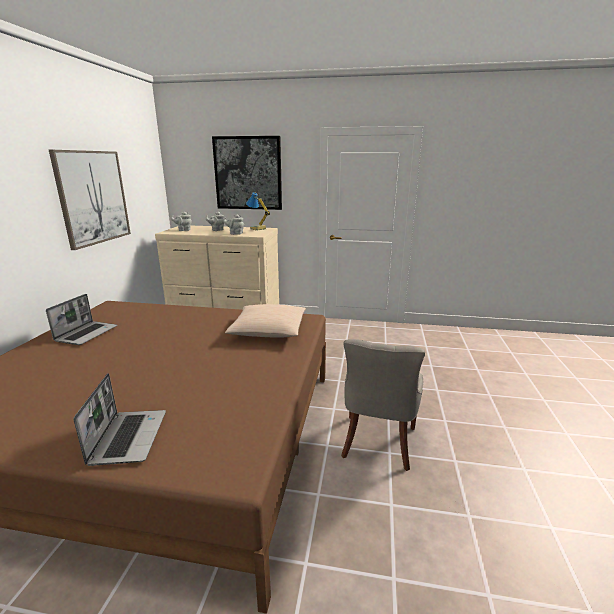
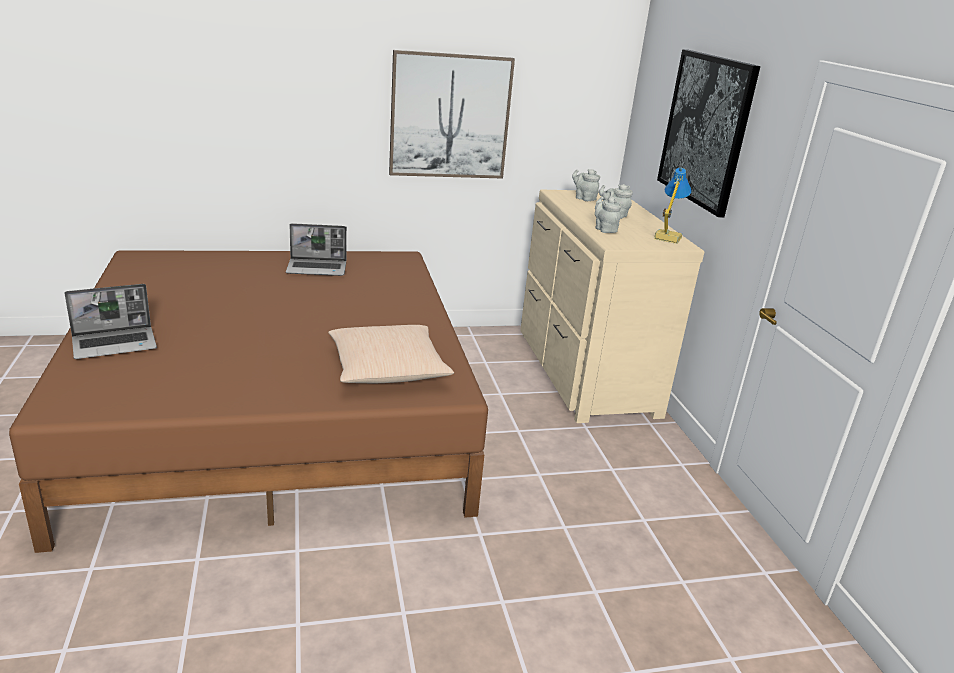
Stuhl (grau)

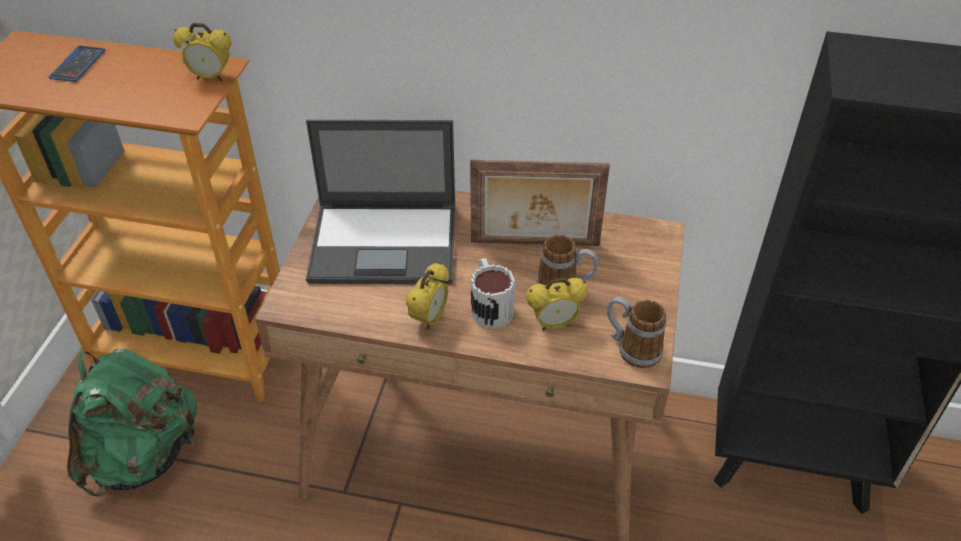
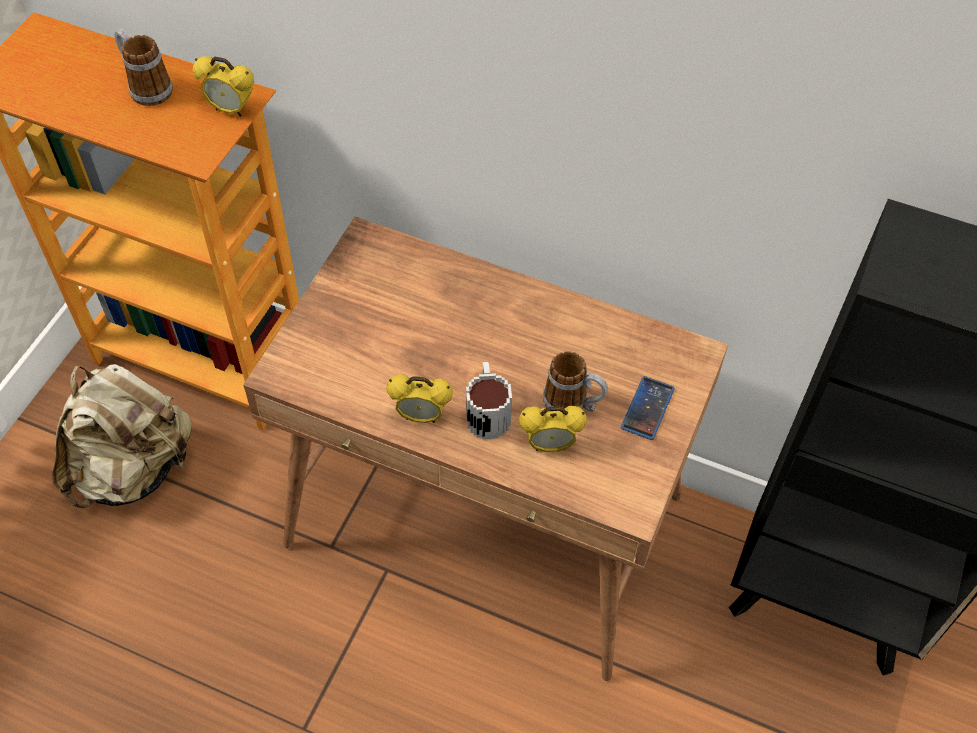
Handy
Laptop
Bilderrahmen
Wecker (no. 2 from left)
Henkelbecher (no. 1 from left)
Rucksack (beige)

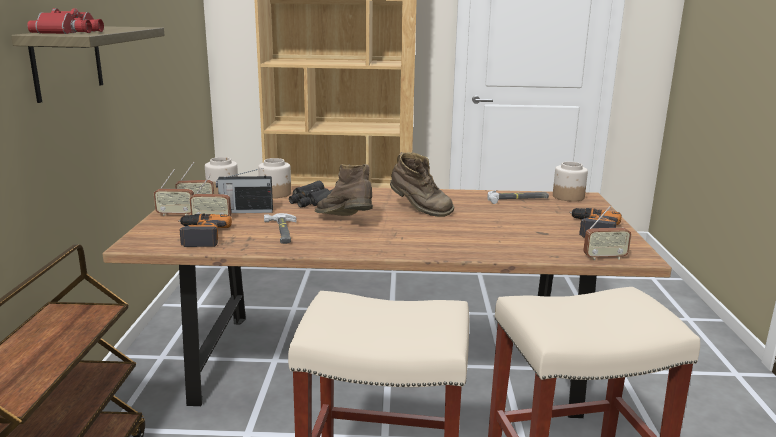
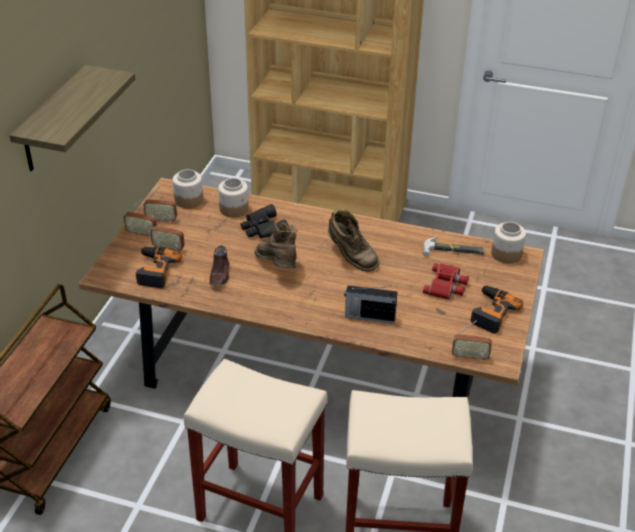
Fernglas (rot)
Radio (no. 4 from left)
Schuh (braun)

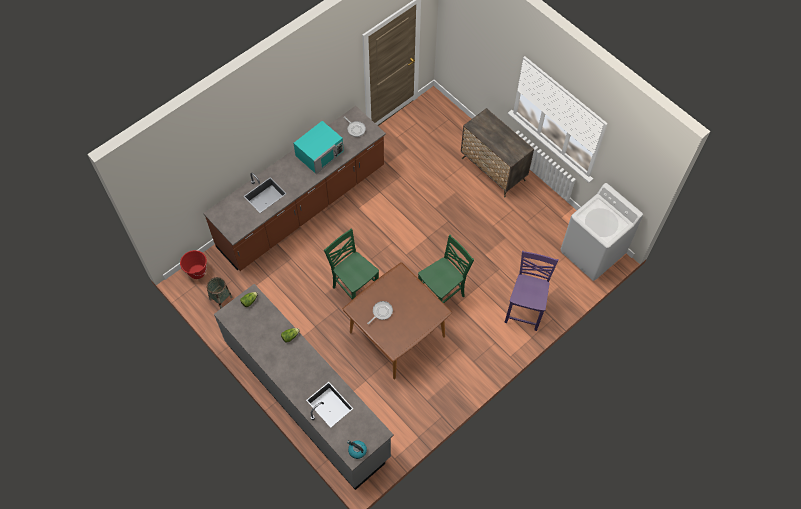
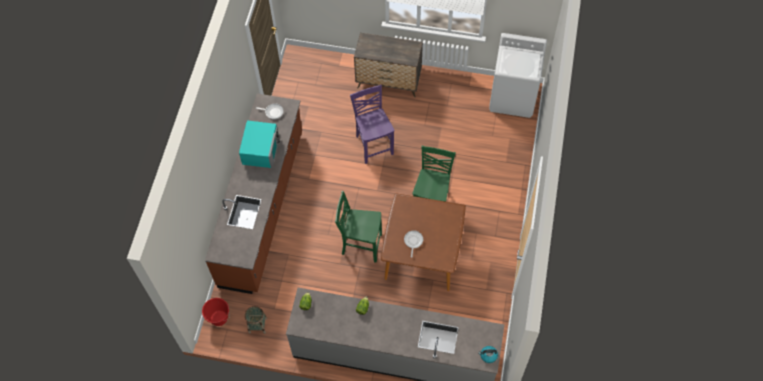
Stuhl (lila)

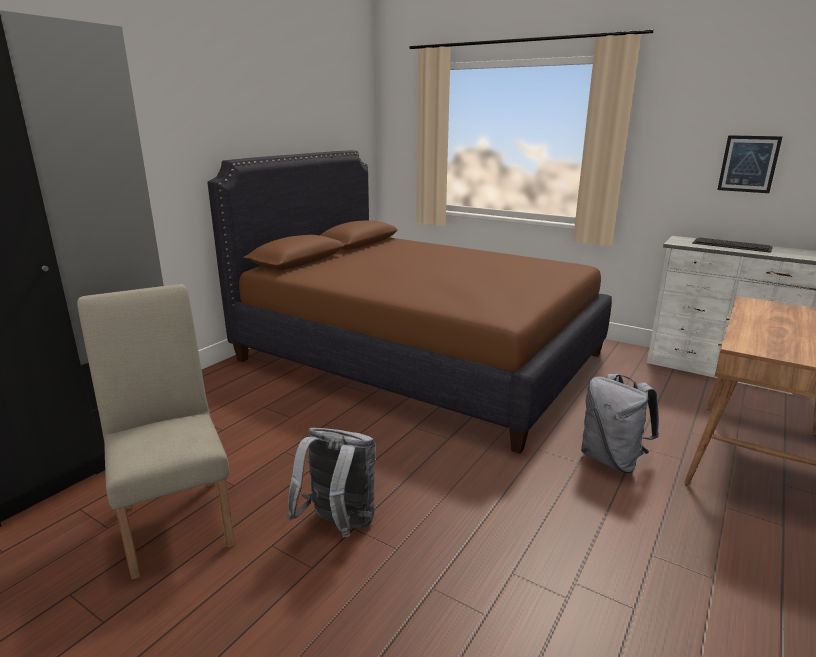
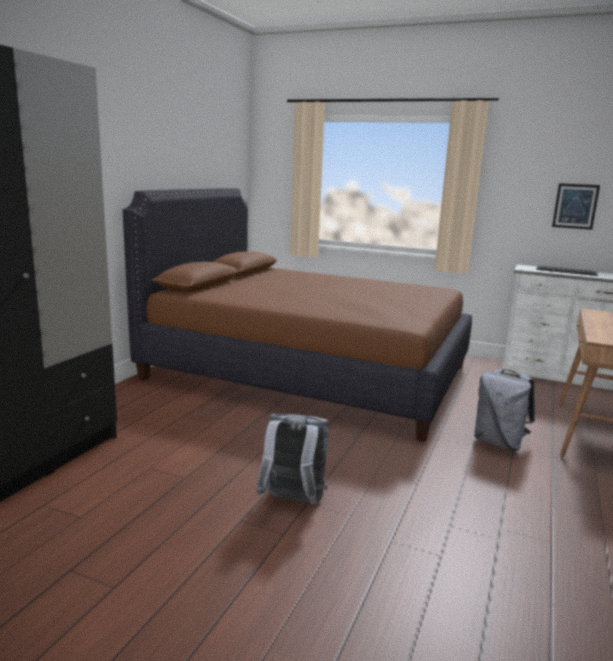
Stuhl (beige)

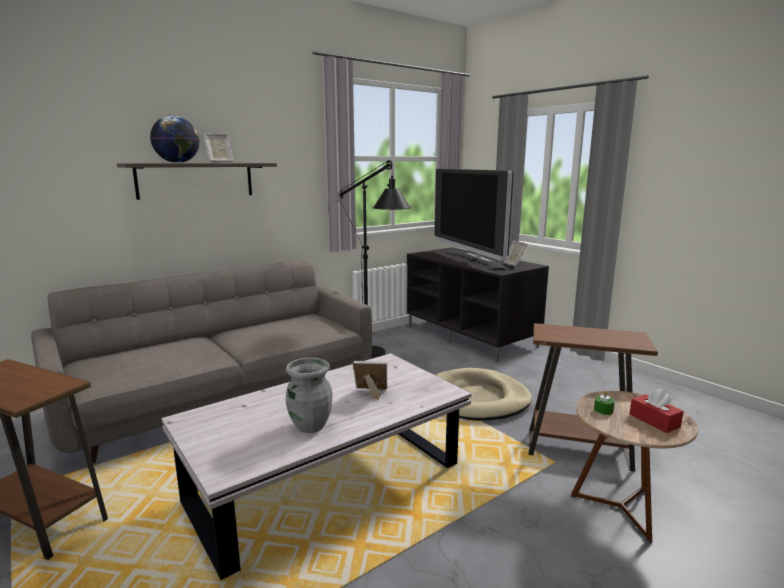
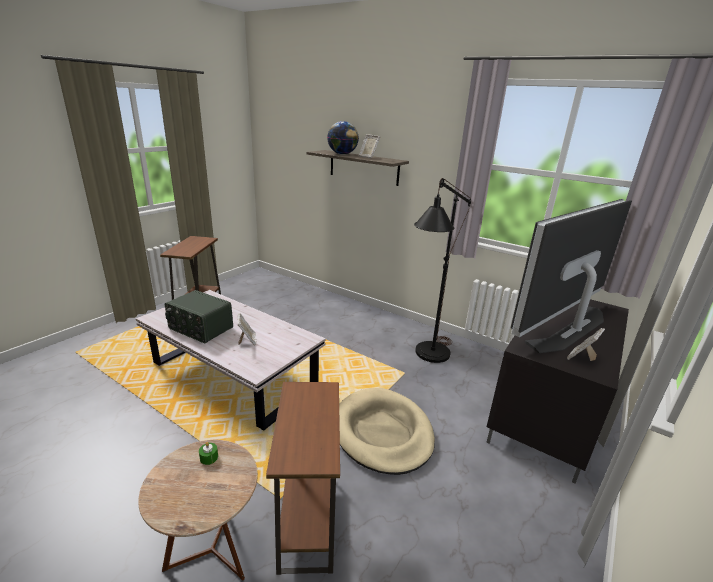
Sofa (grau)
Radio
Taschentuchbox (rot)

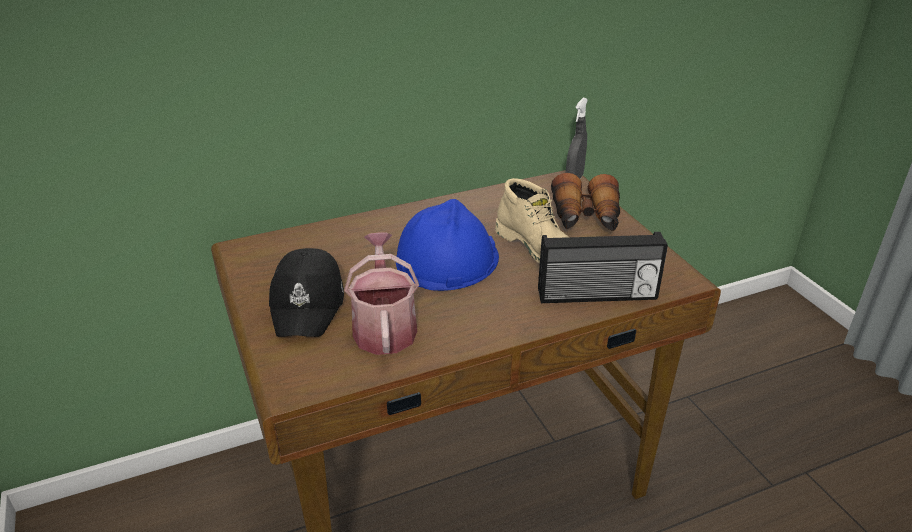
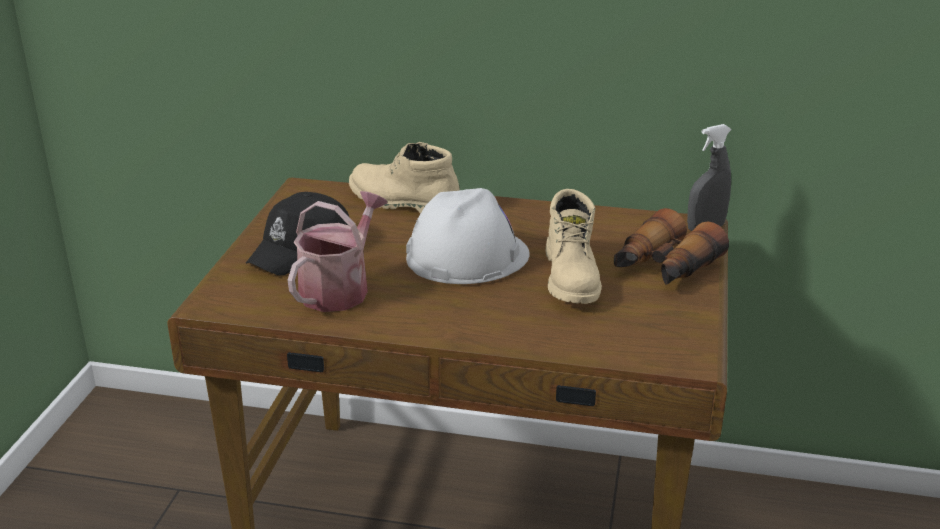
Schutzhelm (weiß)
Radio
Stiefel (beige) (no. 1 from left)

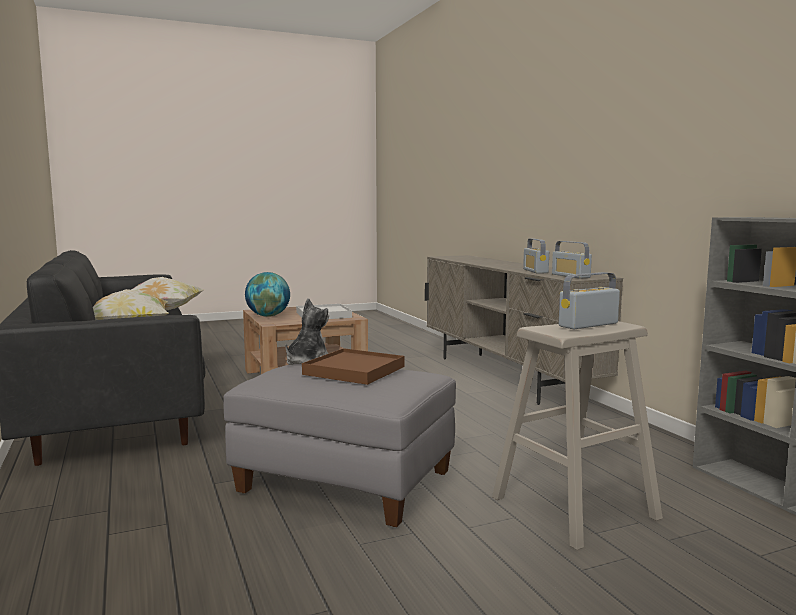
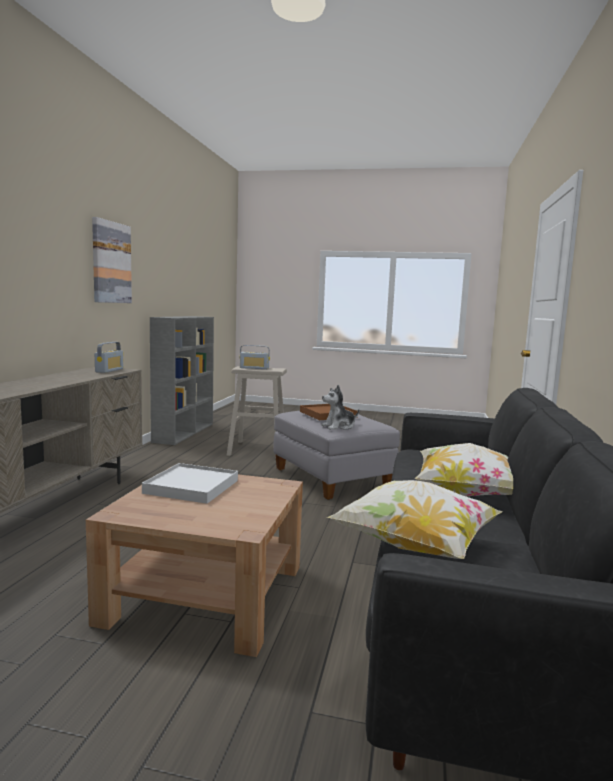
Radio (no. 1 from left in the first image)
Globus
Bild

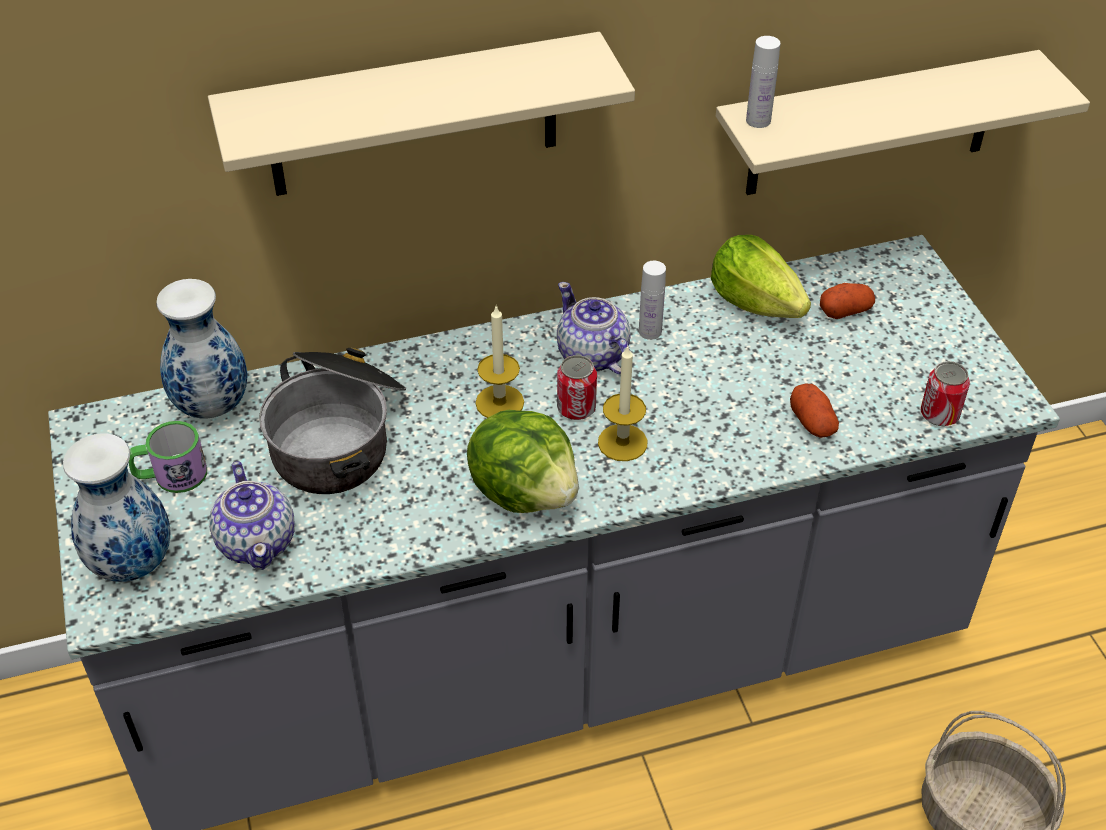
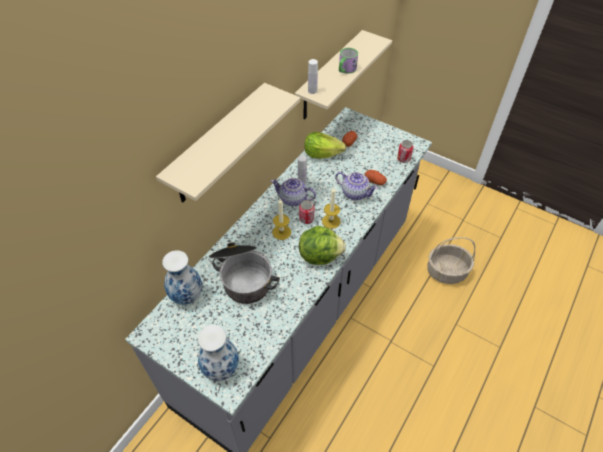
Henkelbecher
Teekanne (no. 2 from left)

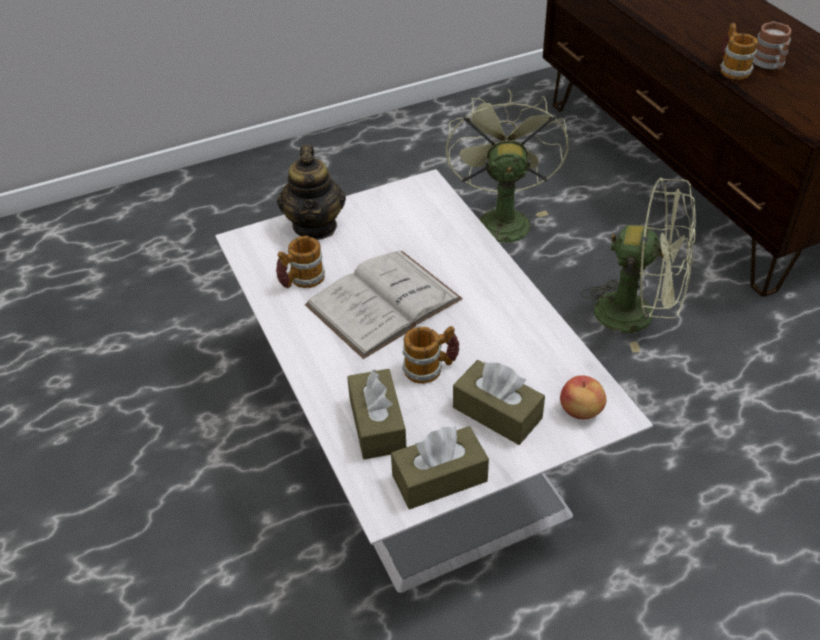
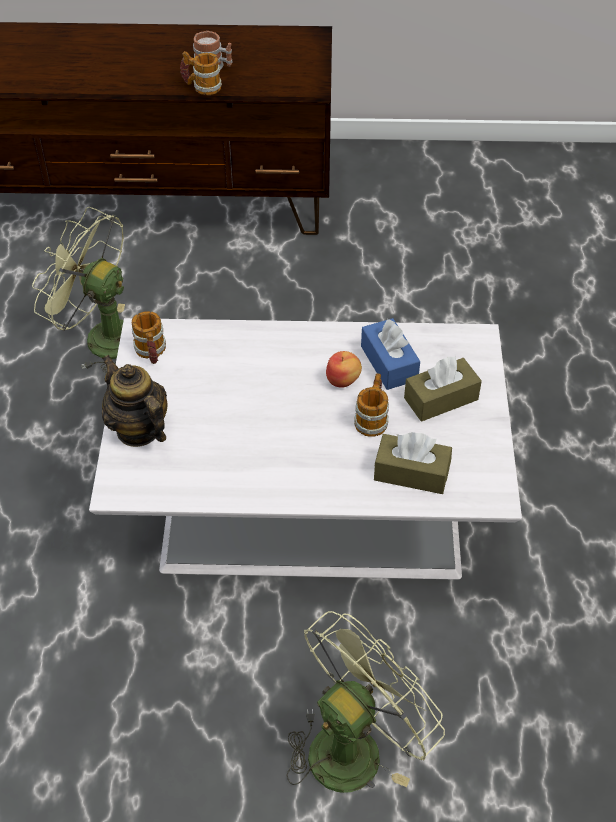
Teekanne
Ventilator (grün) (no. 2 from left)
Henkelbecher (no. 1 from left)
Buch (weiß)
Apfel
Taschentuchbox (braun) (no. 2 from left in the first image)
Taschentuchbox (blau)

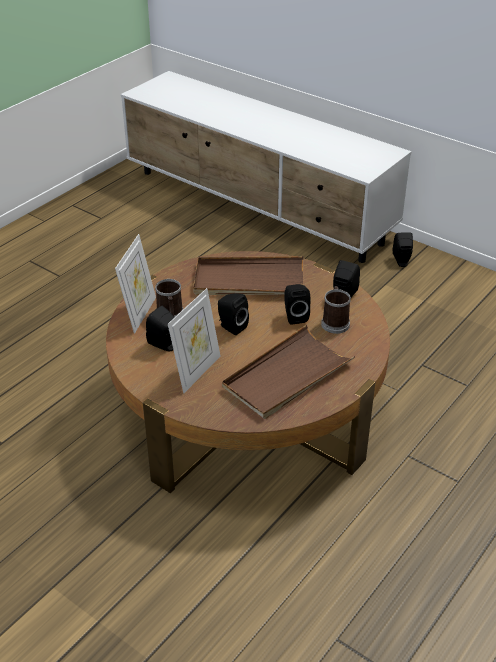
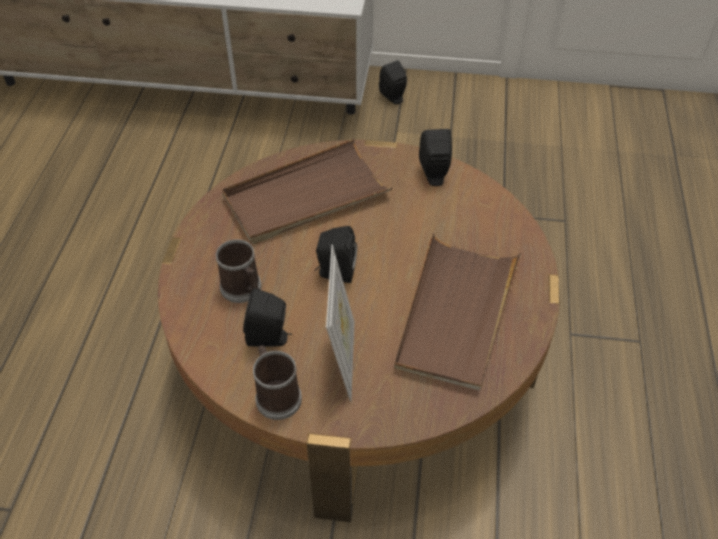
Bilderrahmen (no. 1 from left in the first image)
Lautsprecher (schwarz) (no. 3 from left in the first image)
Henkelbecher (no. 2 from left)

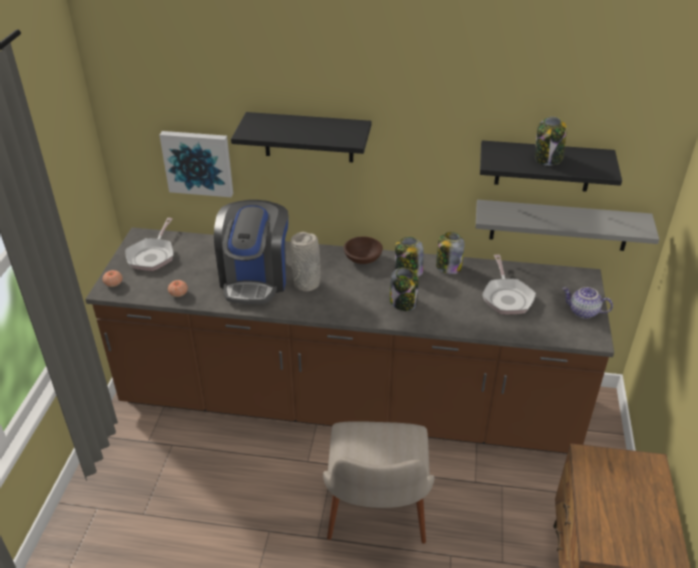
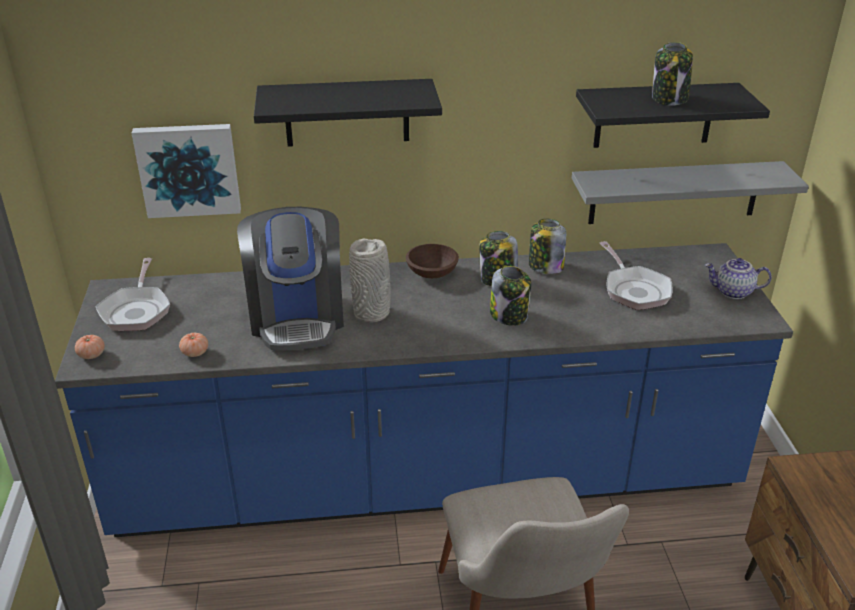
Küchenzeile (blau)

